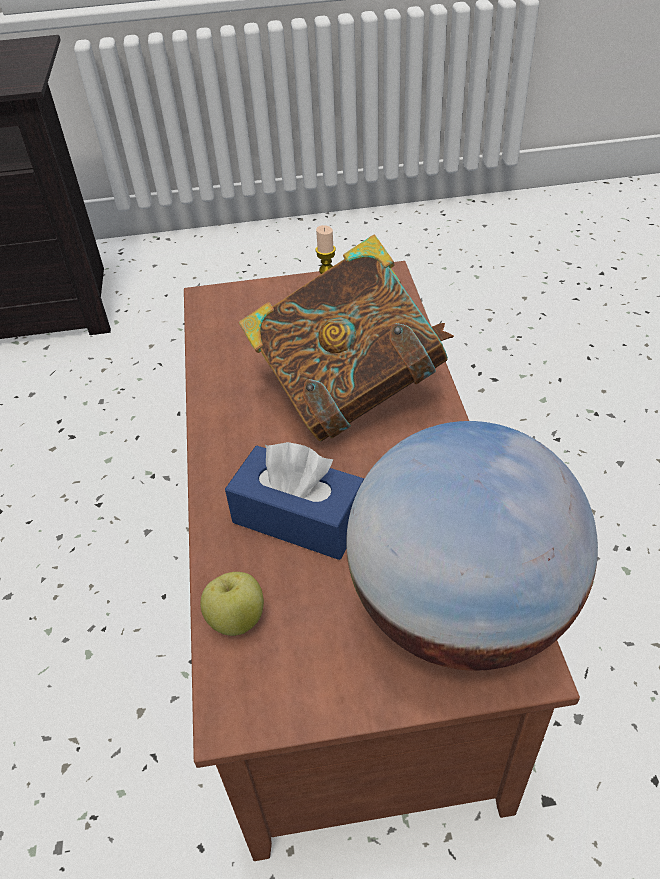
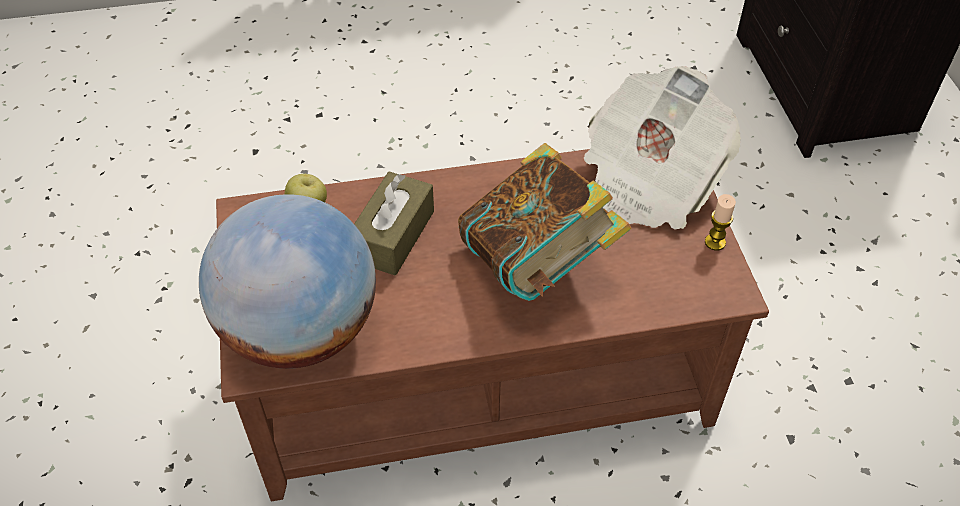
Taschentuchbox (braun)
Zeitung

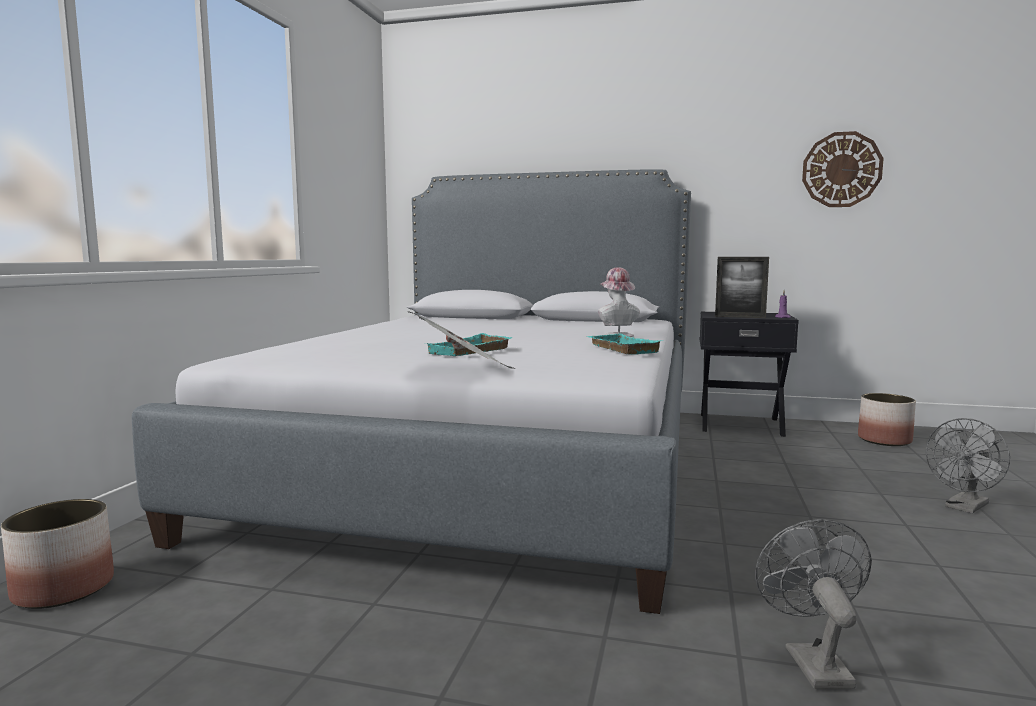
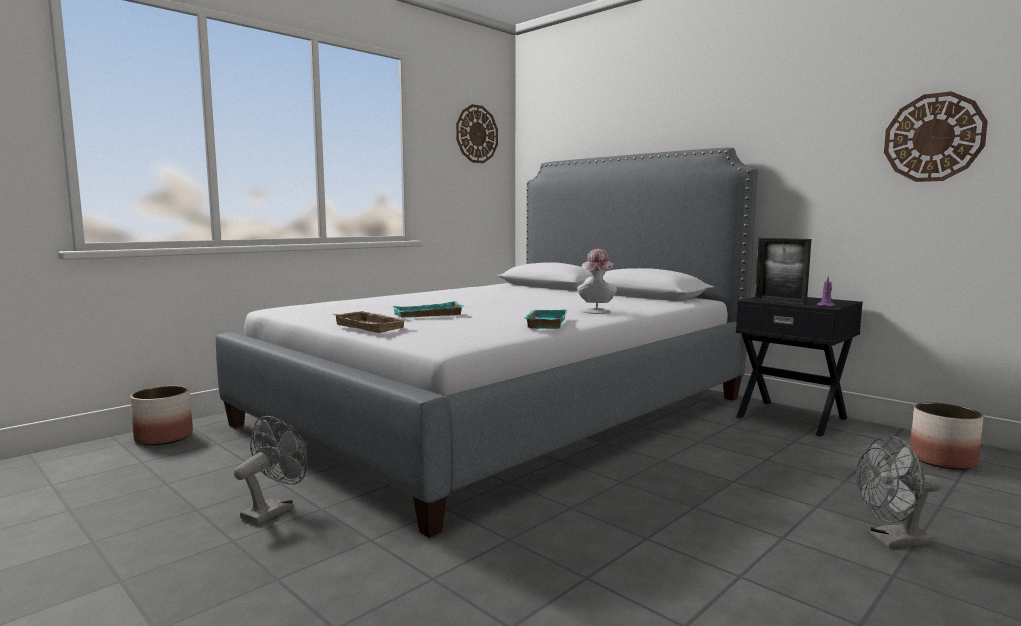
Tablett (beige)
Ventilator (grau) (no. 1 from left)
Wanduhr (no. 1 from left)

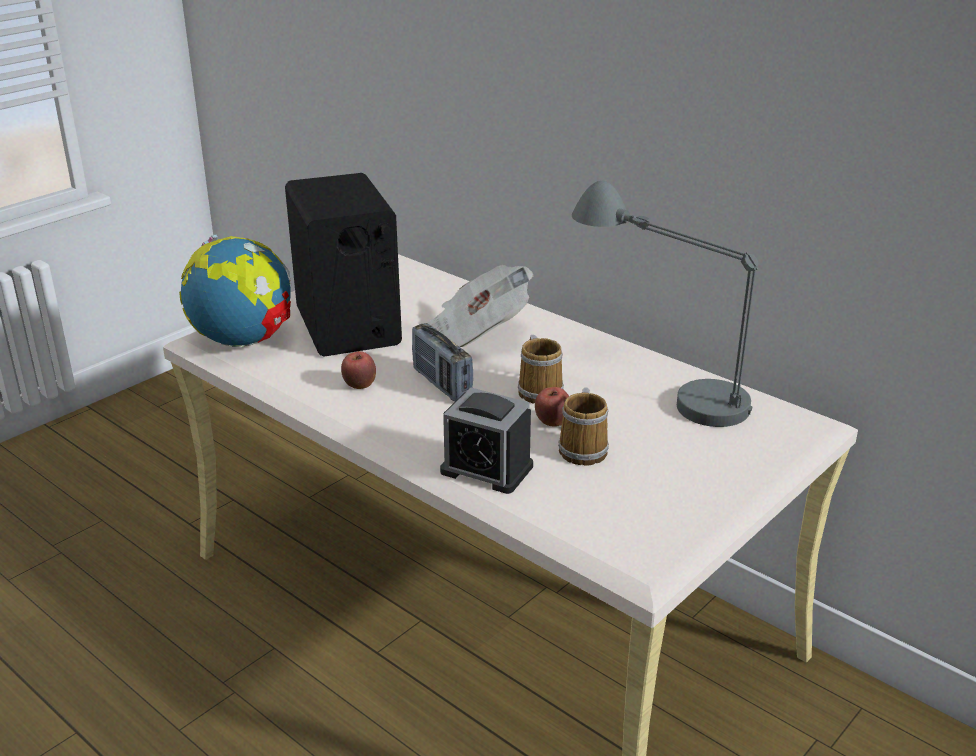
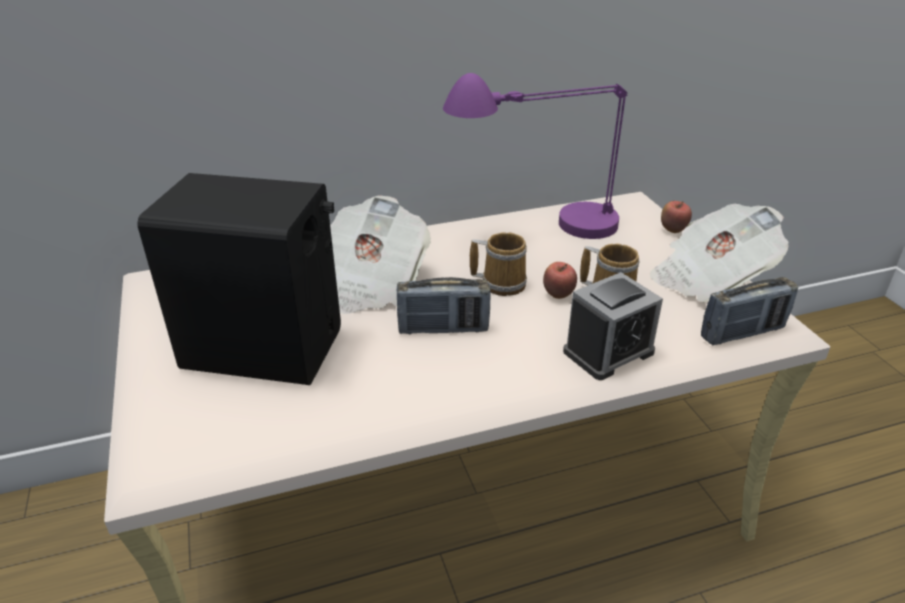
Tischlampe (lila)
Globus
Apfel (no. 2 from left)
Zeitung (no. 2 from left)
Radio (no. 2 from left)

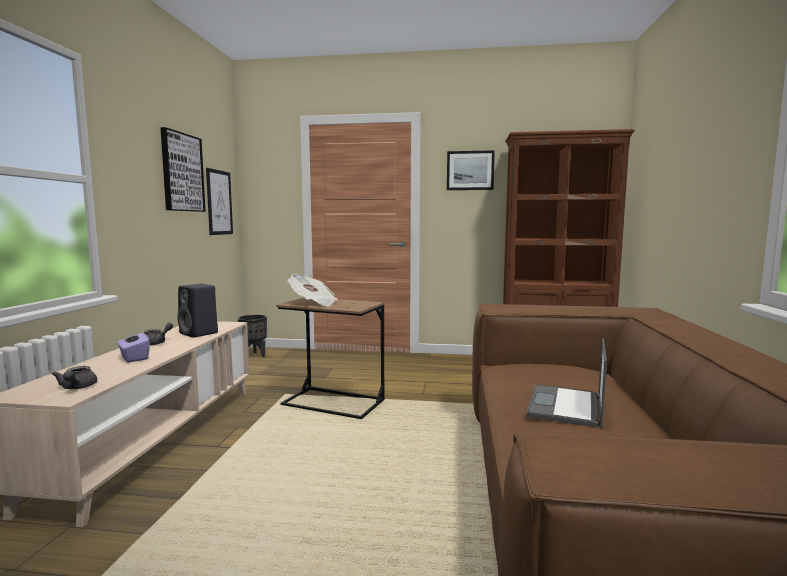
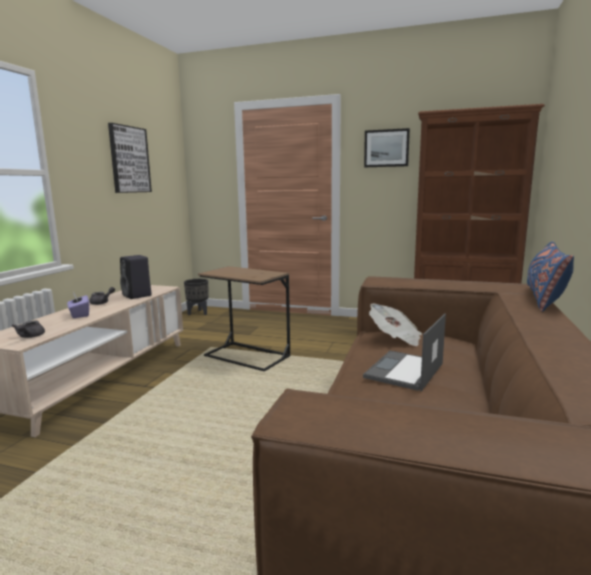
Bild (no. 2 from left in the first image)
Zeitung
Kissen (blau)

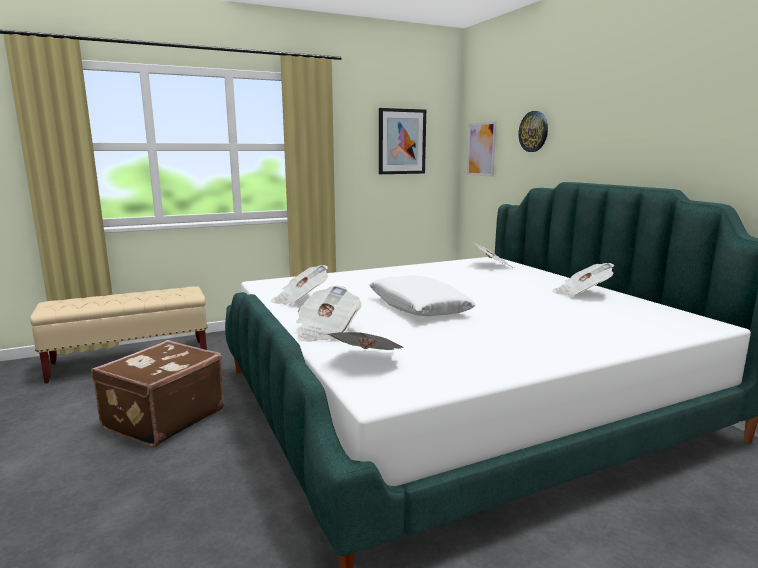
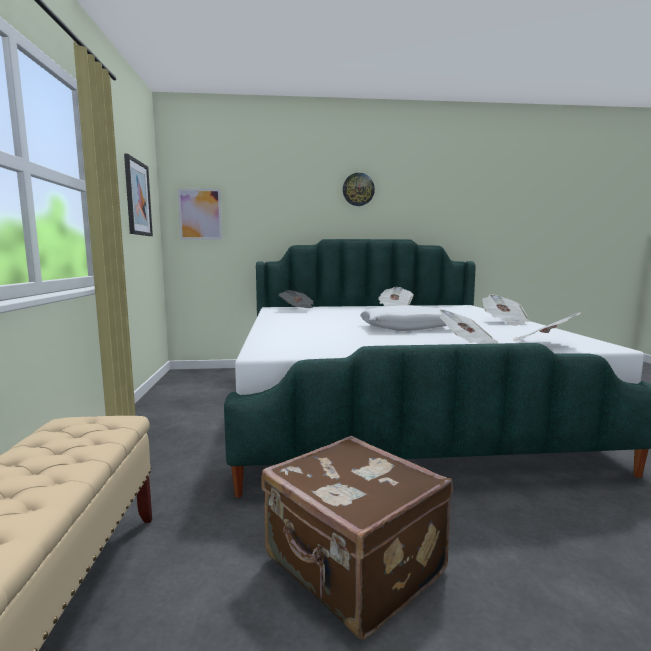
Wanduhr
Zeitung (no. 4 from left)

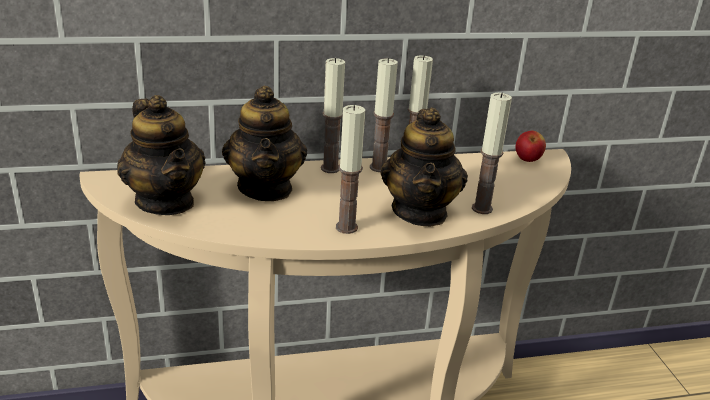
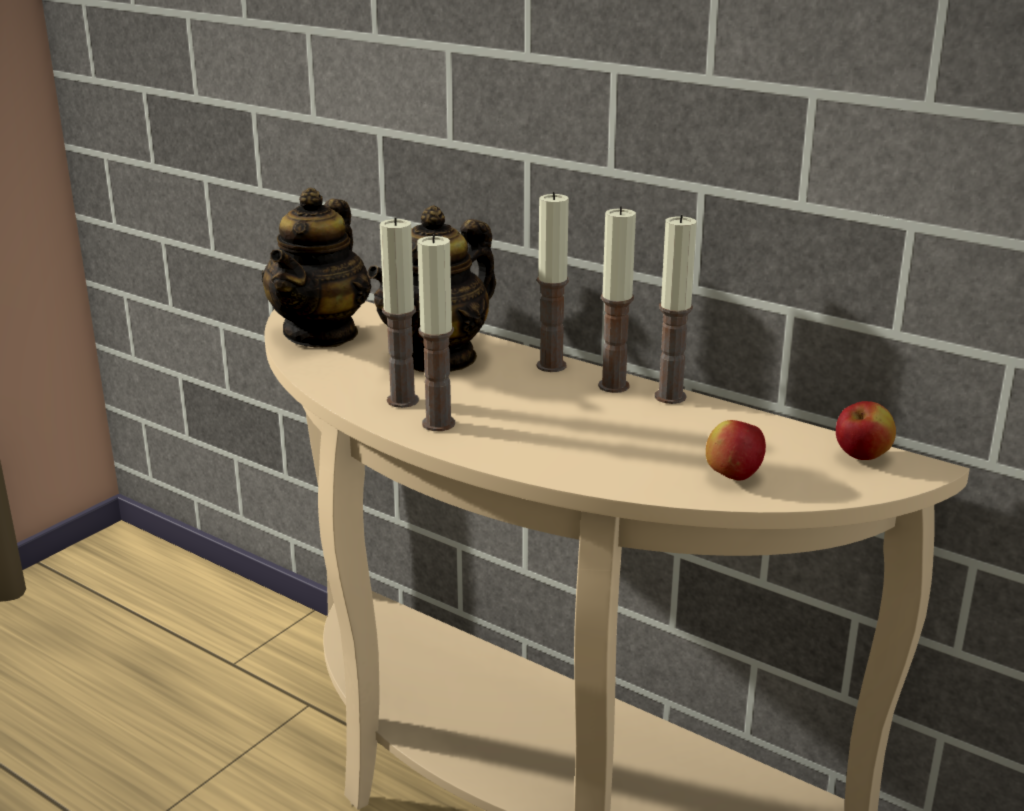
Kerze (no. 1 from left)
Teekanne (no. 3 from left in the first image)
Apfel (no. 1 from left)

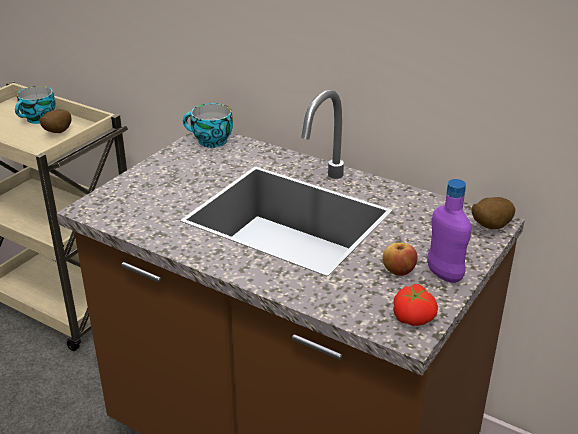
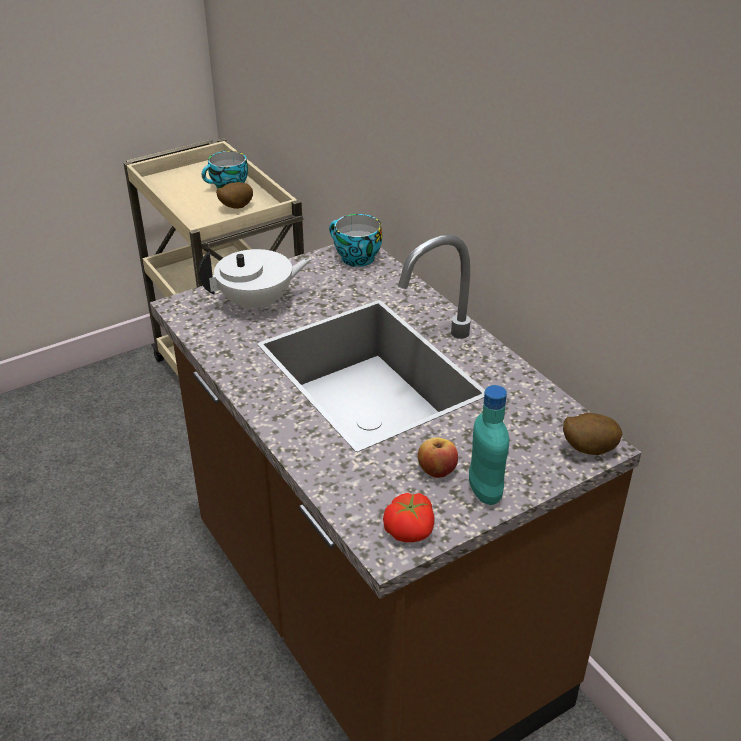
Flasche (türkis)
Teekanne (weiß)

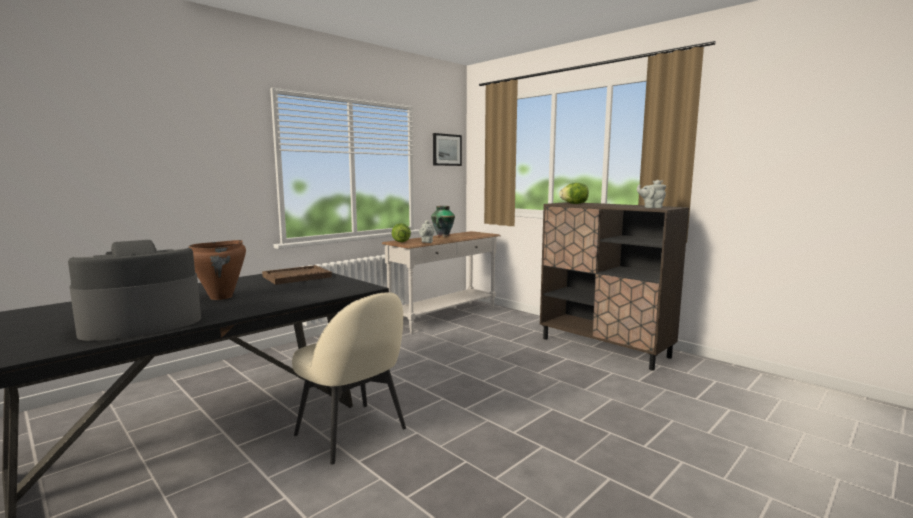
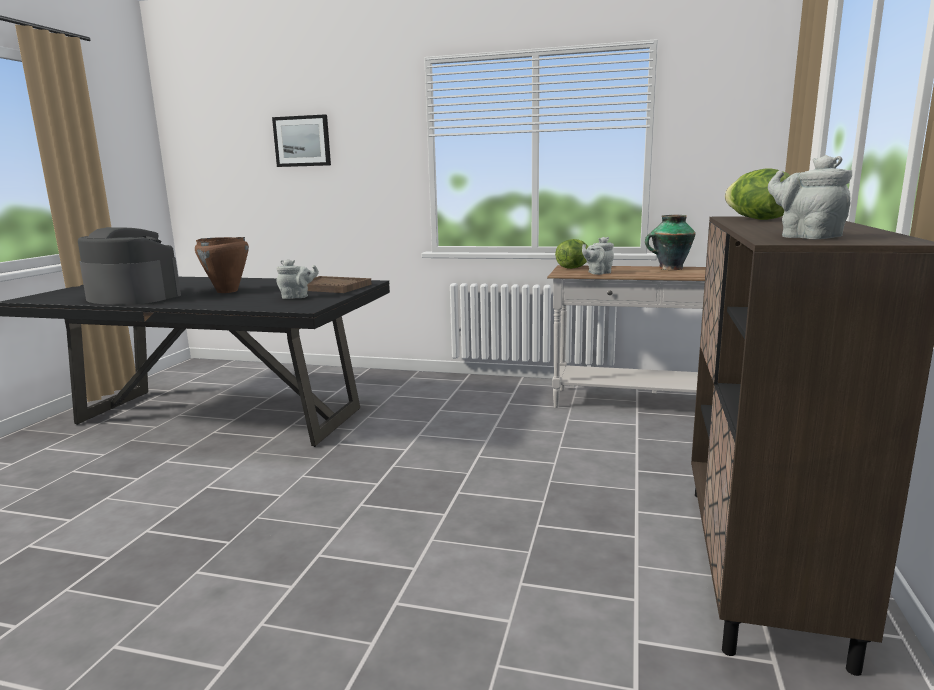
Bild
Stuhl (beige)
Teekanne (grau) (no. 1 from left)

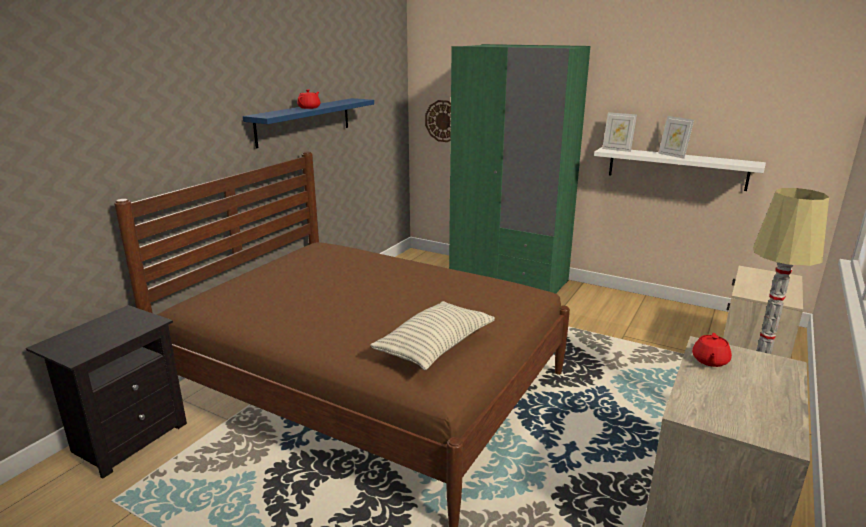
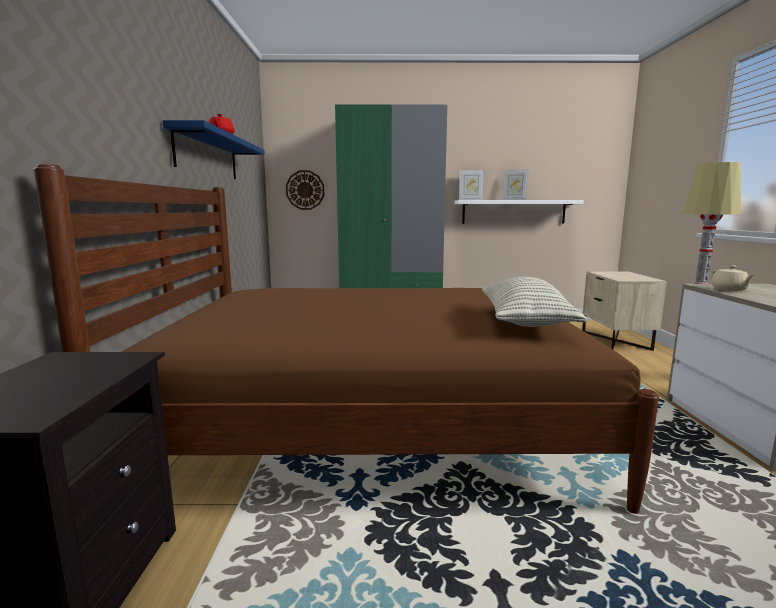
Teekanne (beige)

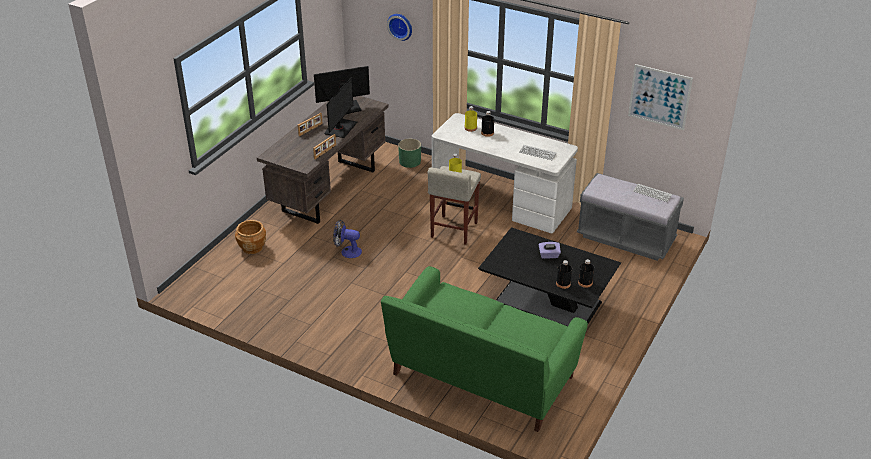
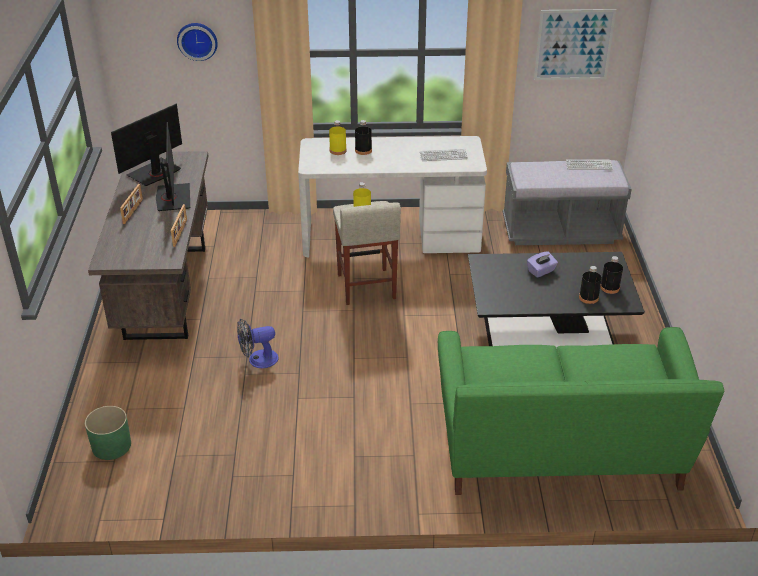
Pflanzkübel (grün)
Pflanzkübel (braun)

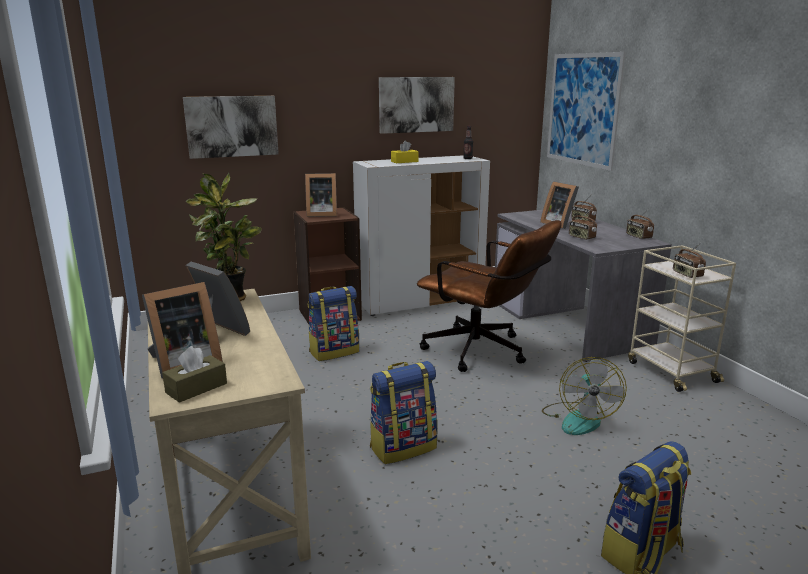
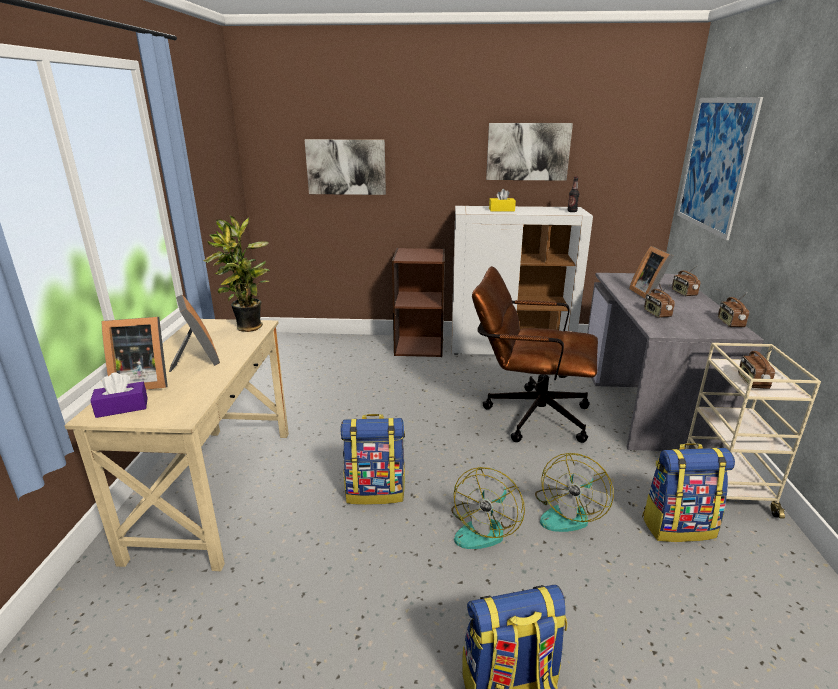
Bilderrahmen (no. 3 from left in the first image)
Bürostuhl (braun)
Rucksack (no. 3 from left)
Taschentuchbox (lila)
Ventilator (no. 1 from left)

